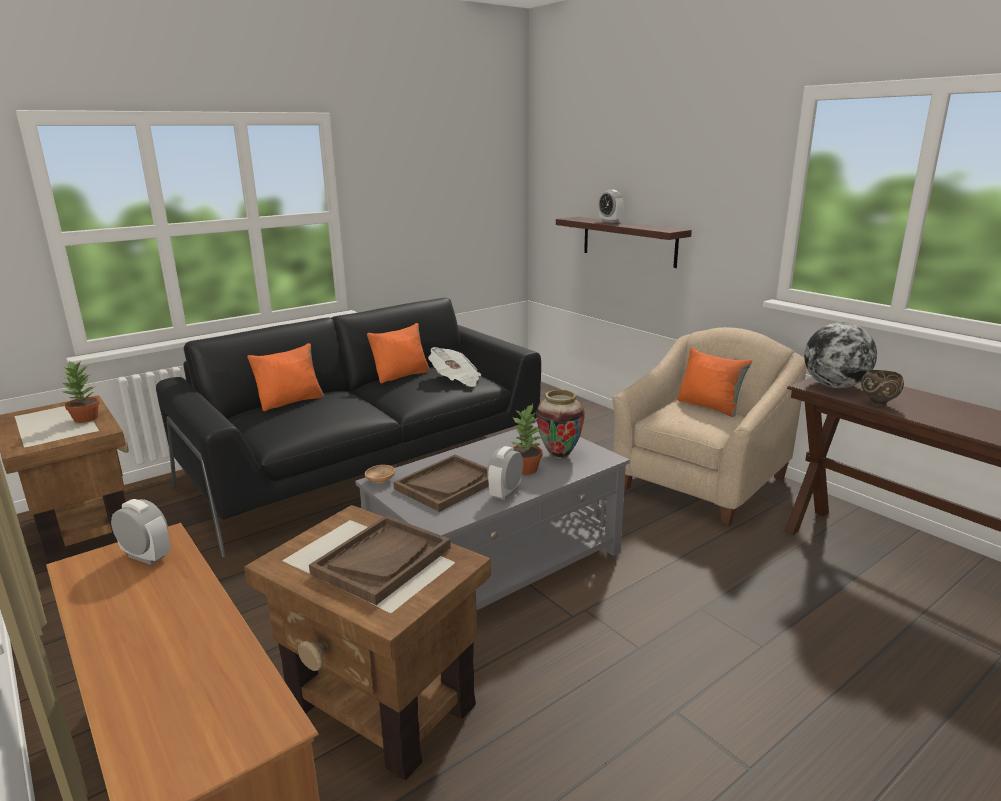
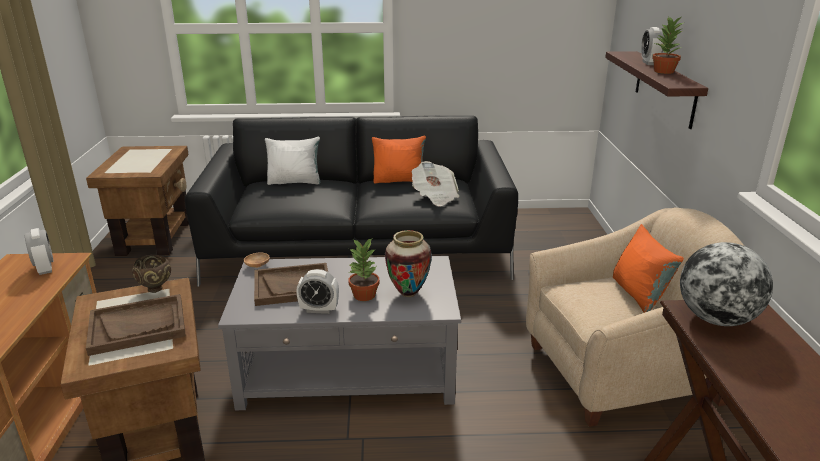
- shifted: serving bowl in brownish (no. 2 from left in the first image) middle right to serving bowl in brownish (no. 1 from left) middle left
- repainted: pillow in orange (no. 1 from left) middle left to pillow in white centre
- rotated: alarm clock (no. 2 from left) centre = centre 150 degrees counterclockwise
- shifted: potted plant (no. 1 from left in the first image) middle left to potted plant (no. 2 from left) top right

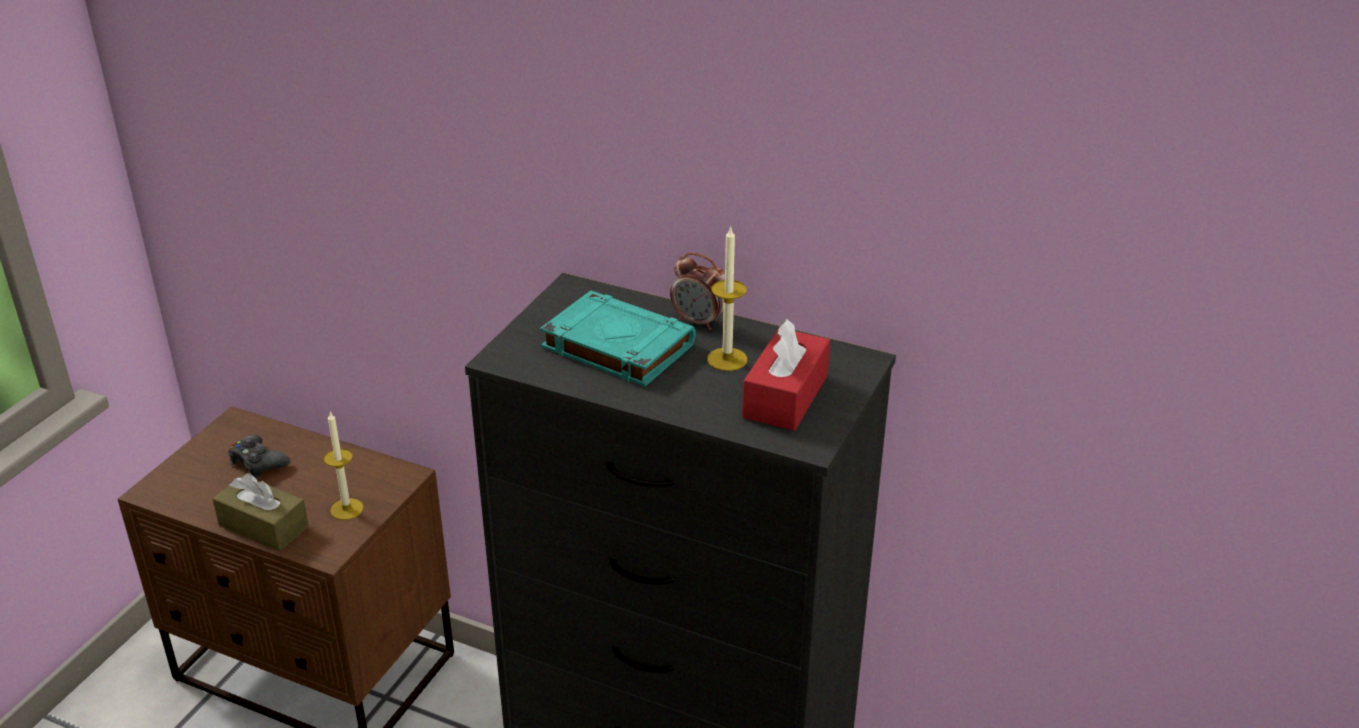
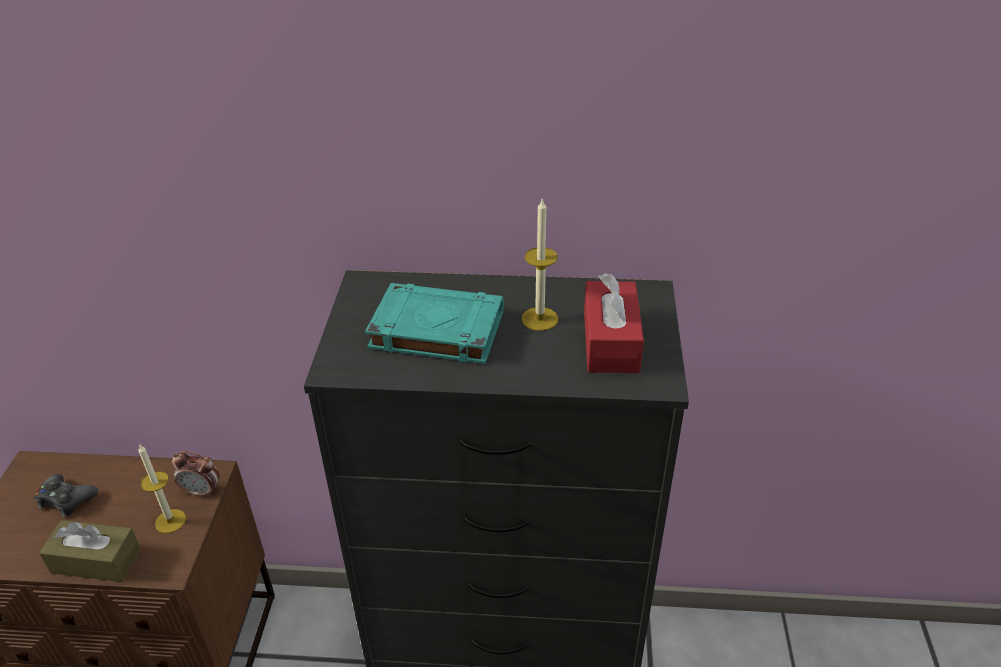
- shifted: alarm clock centre to bottom left

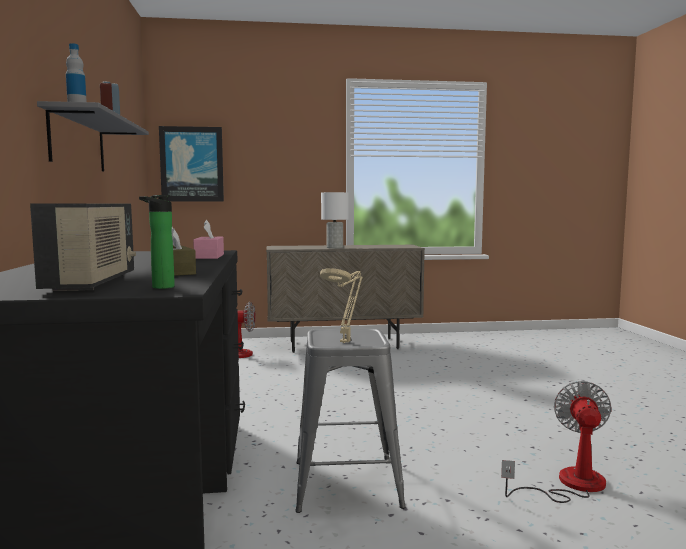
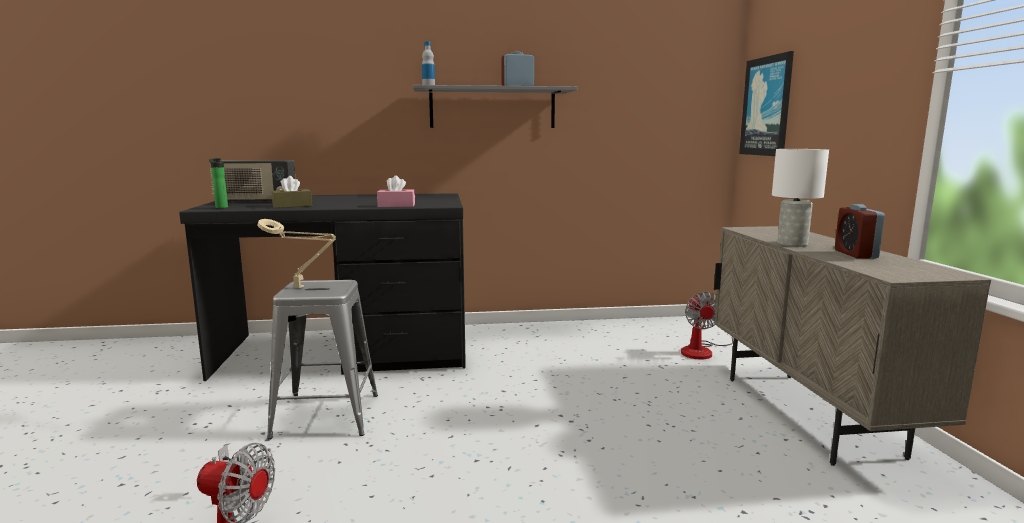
- new: alarm clock (no. 2 from left) middle right

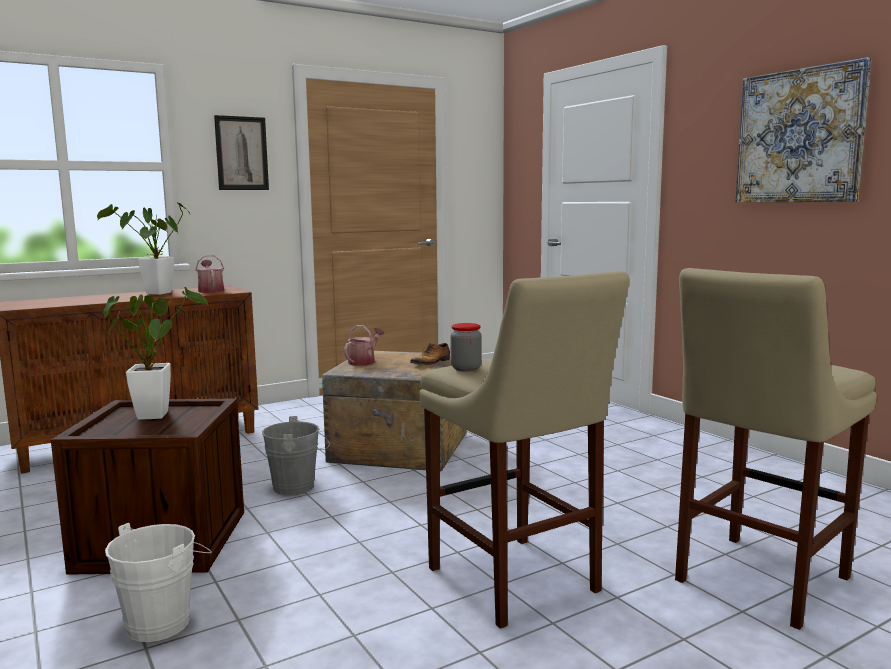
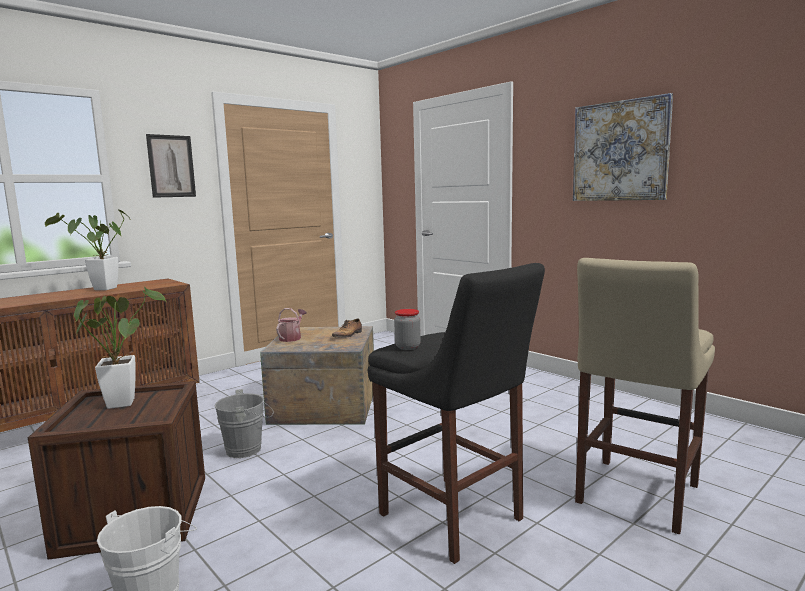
- repainted: stool seat in beige (no. 1 from left) bottom centre to stool seat in black bottom centre
- gone: sprinkling can (no. 1 from left) middle left

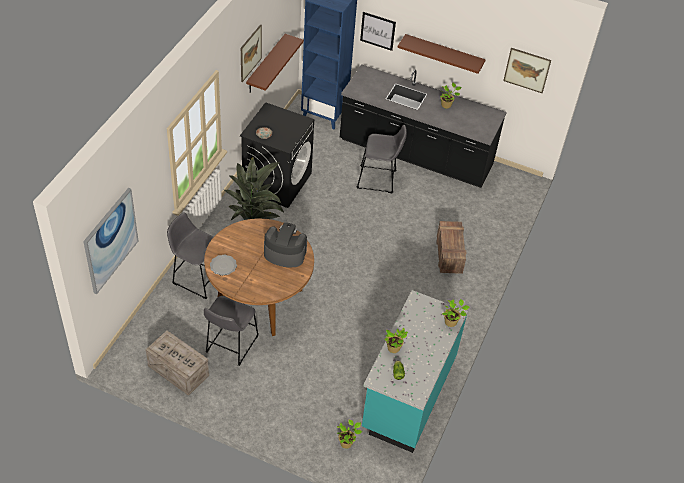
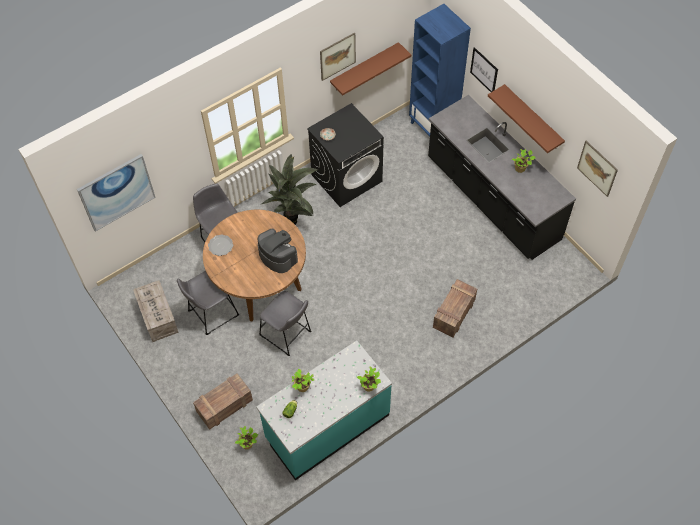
- new: packing crate (no. 2 from left) bottom left
- shifted: stool seat in gray (no. 3 from left) top centre to centre

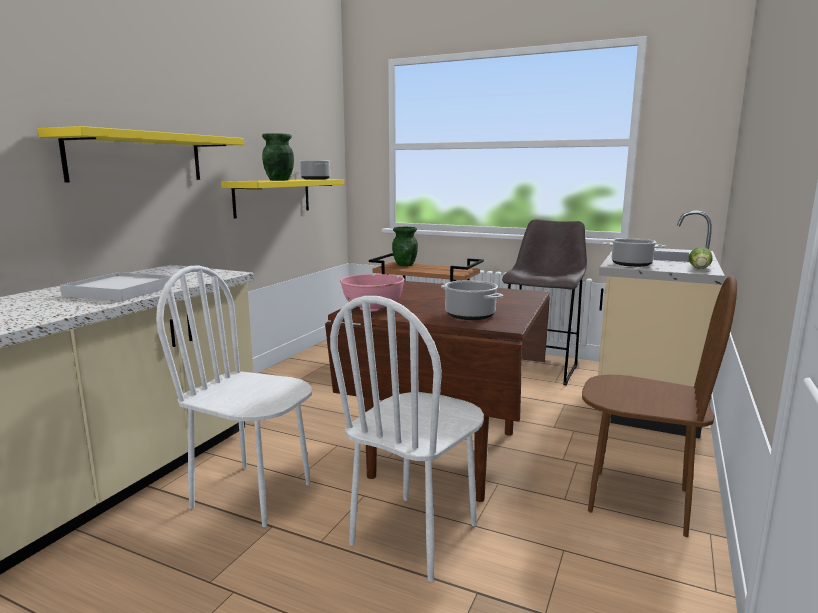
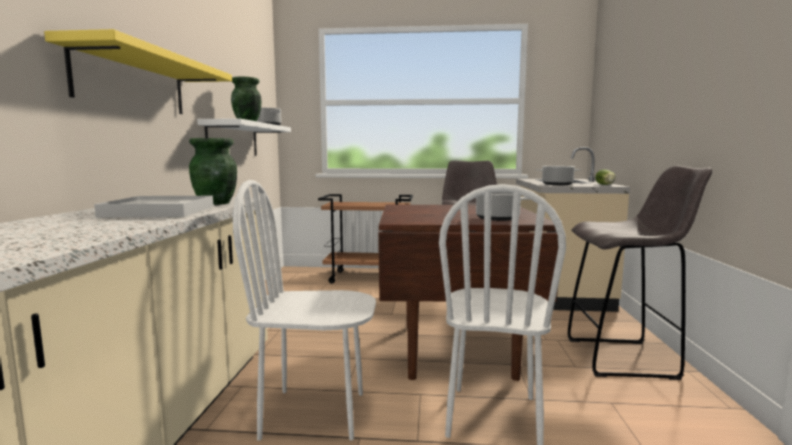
- shifted: flower vase in greenish (no. 2 from left in the first image) centre to flower vase in greenish (no. 1 from left) middle left
- repainted: wall shelf in yellowish (no. 2 from left) top centre to wall shelf in white top left
- swapped: plain chair in brownish middle right to stool seat in gray (no. 2 from left) middle right
- gone: serving bowl in pinkish centre

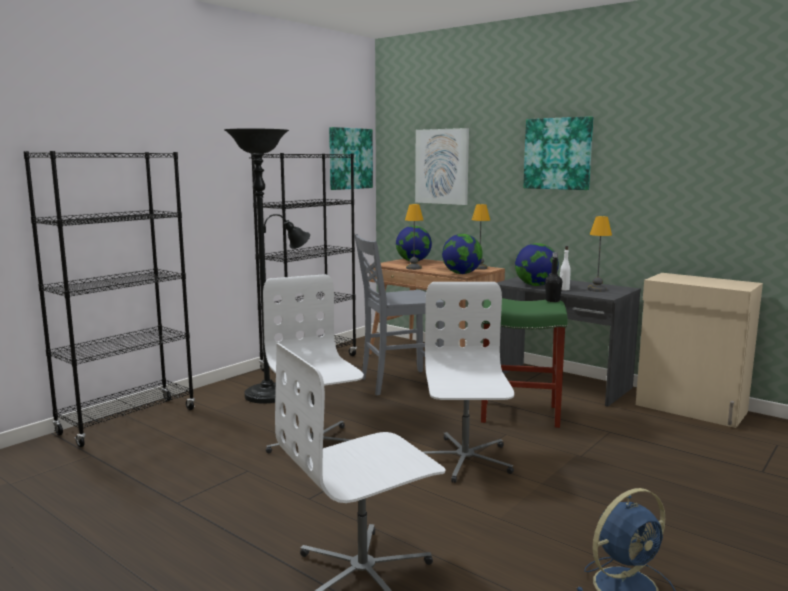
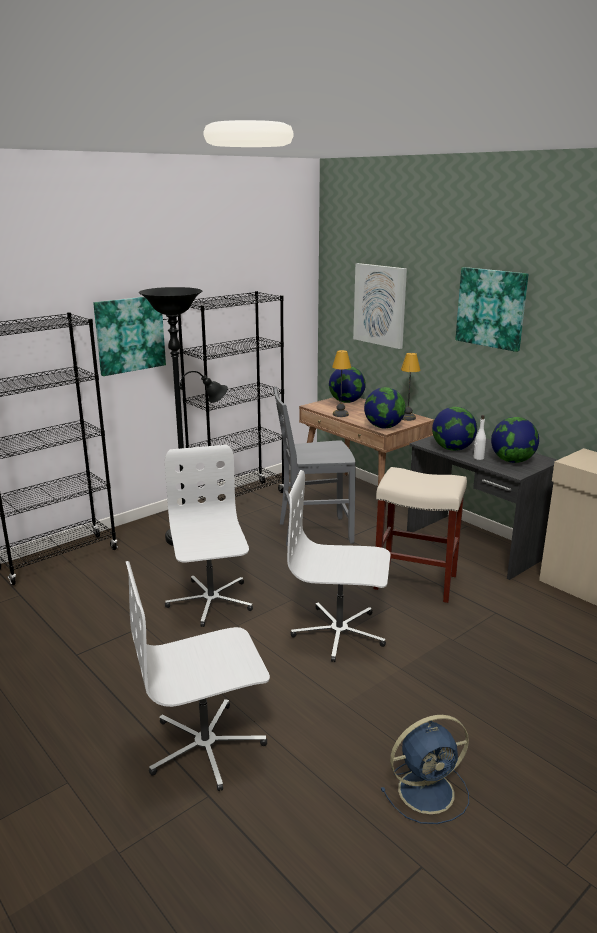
- shifted: wall picture (no. 1 from left) top centre to middle left
- rotated: computer chair in white (no. 3 from left) centre = centre 90 degrees counterclockwise
- repainted: stool seat in greenish centre to stool seat in beige middle right
- swapped: tabletop lamp (no. 3 from left) middle right to globe (no. 4 from left) middle right
- gone: beverage bottle in black middle right

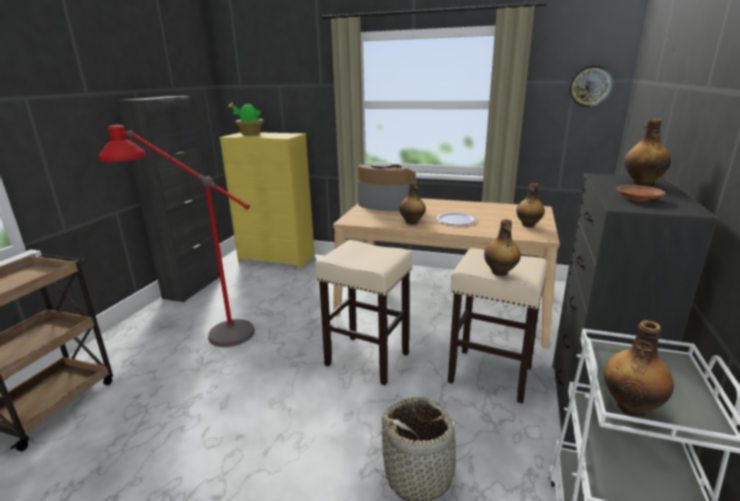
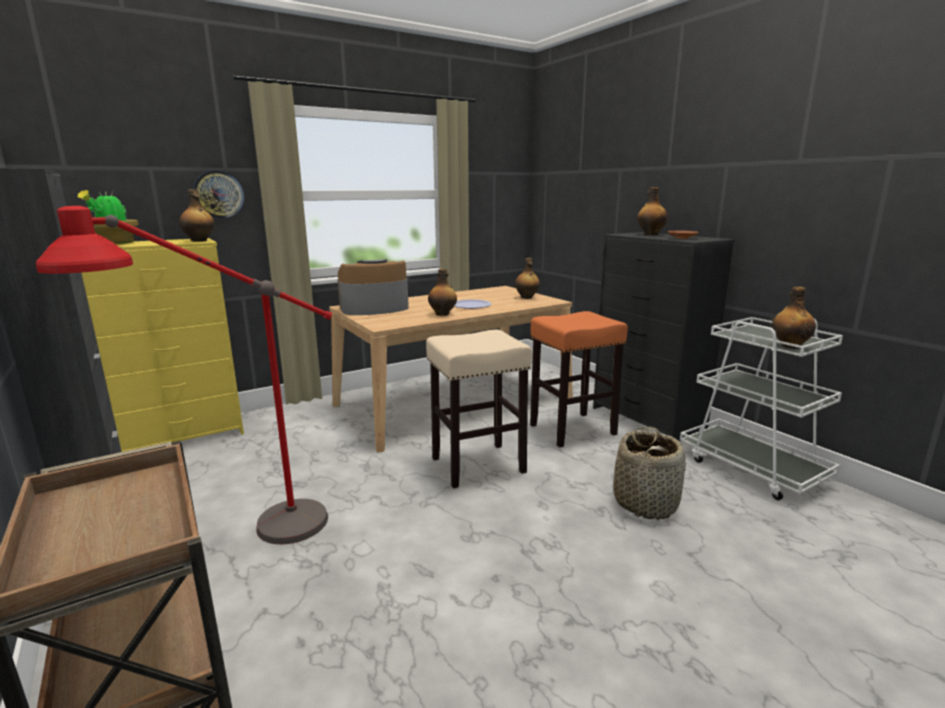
- shifted: beverage bottle (no. 2 from left in the first image) middle right to beverage bottle (no. 1 from left) top left
- shifted: hanging clock top right to top left
- repainted: stool seat in beige (no. 2 from left) middle right to stool seat in orange centre

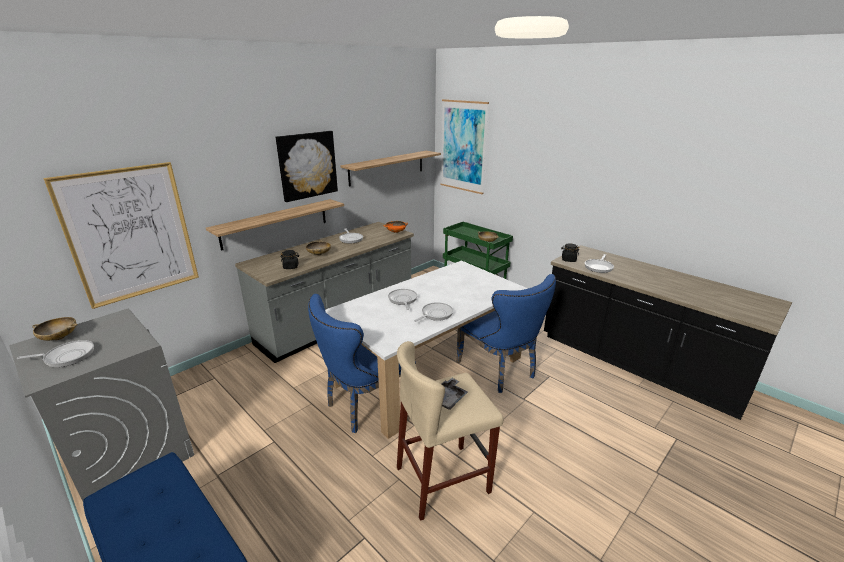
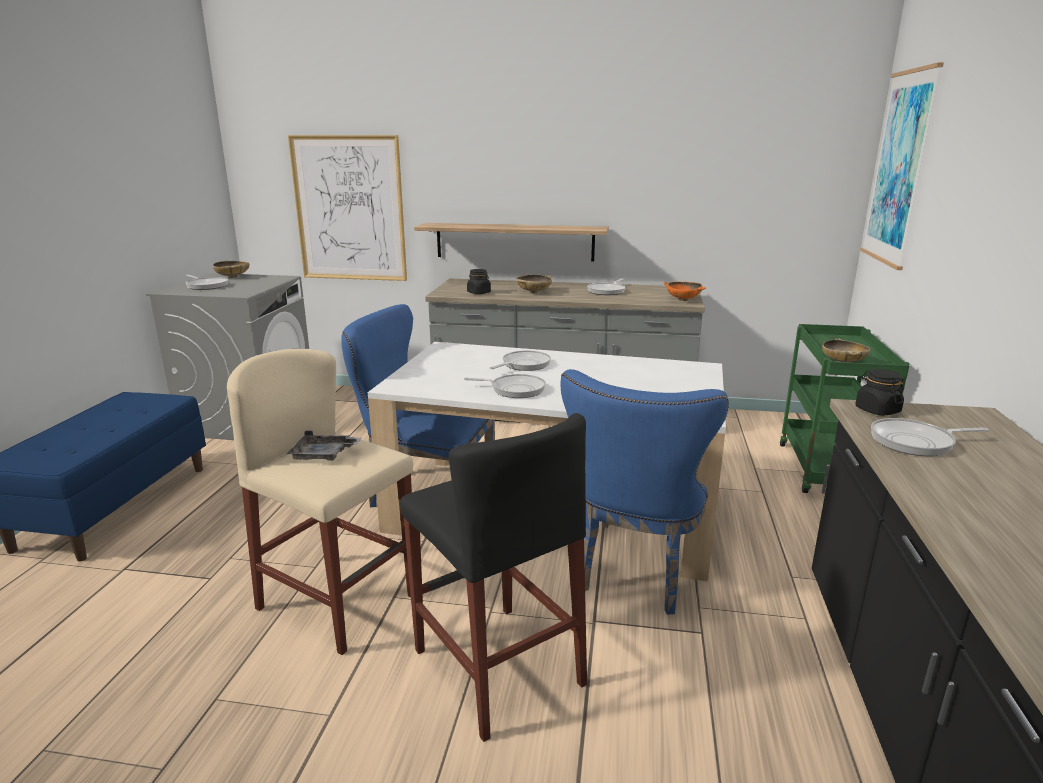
- new: stool seat in black bottom centre
- gone: wall picture (no. 2 from left) top centre
- gone: wall shelf (no. 2 from left) top centre

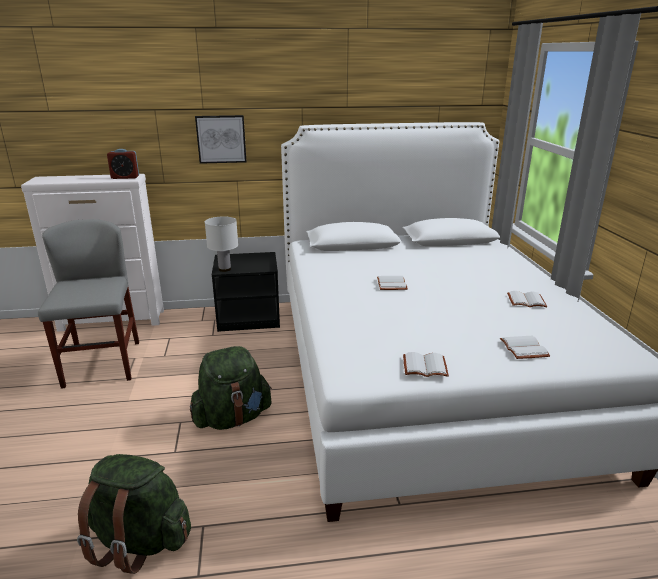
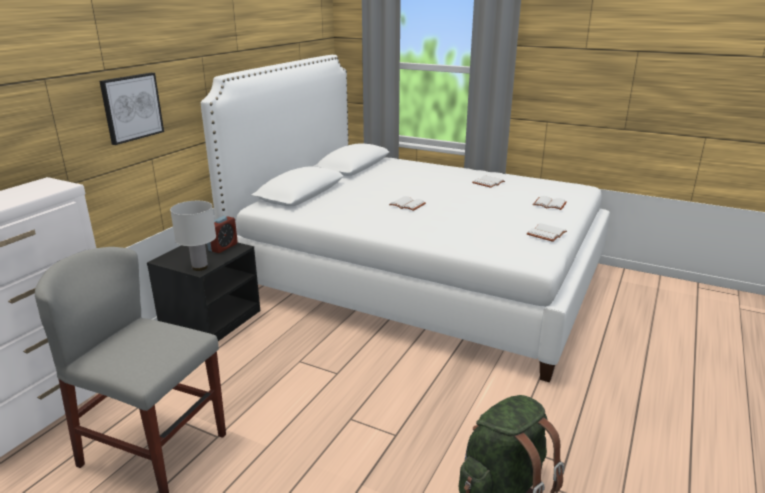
- shifted: alarm clock top left to middle left
- gone: rucksack in greenish (no. 2 from left) bottom centre

